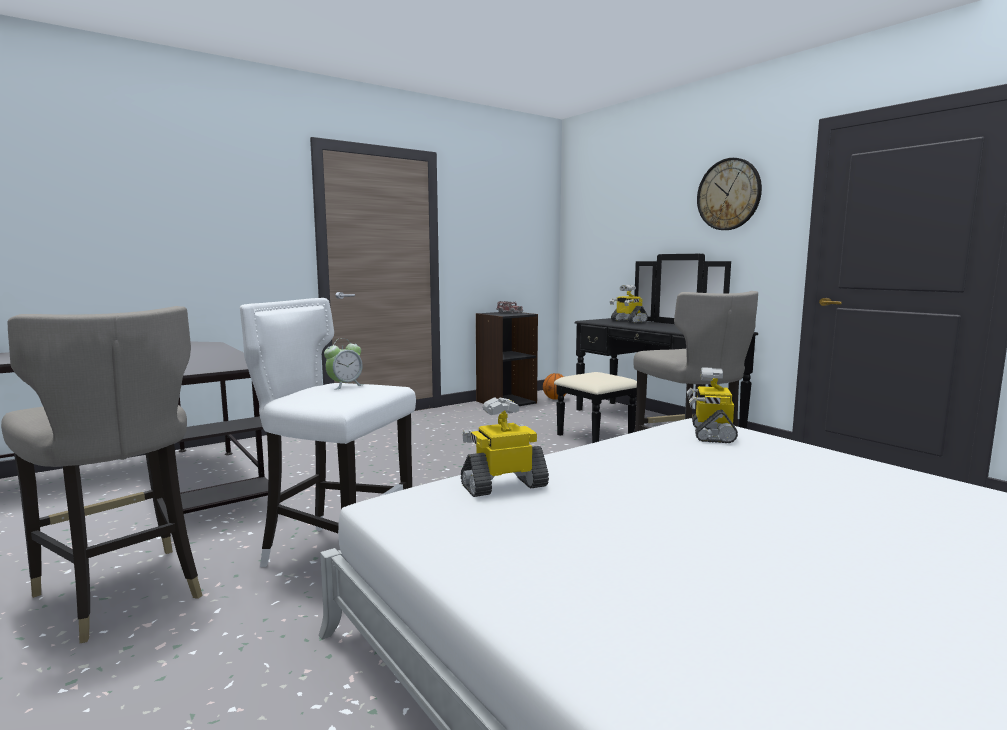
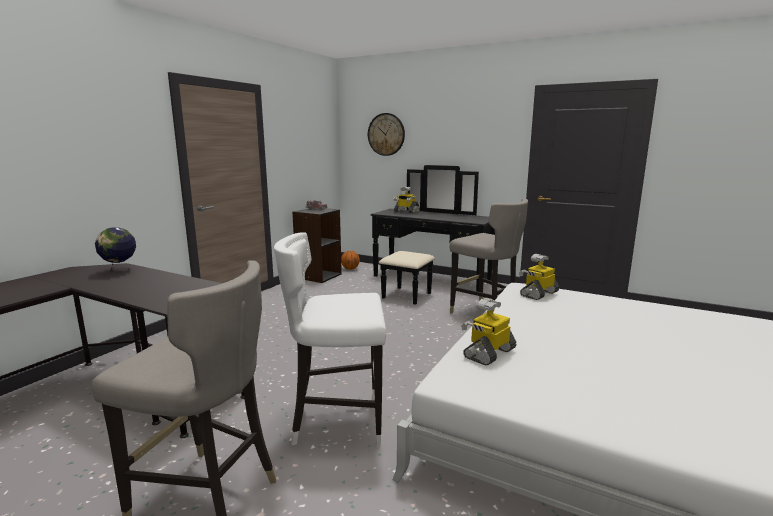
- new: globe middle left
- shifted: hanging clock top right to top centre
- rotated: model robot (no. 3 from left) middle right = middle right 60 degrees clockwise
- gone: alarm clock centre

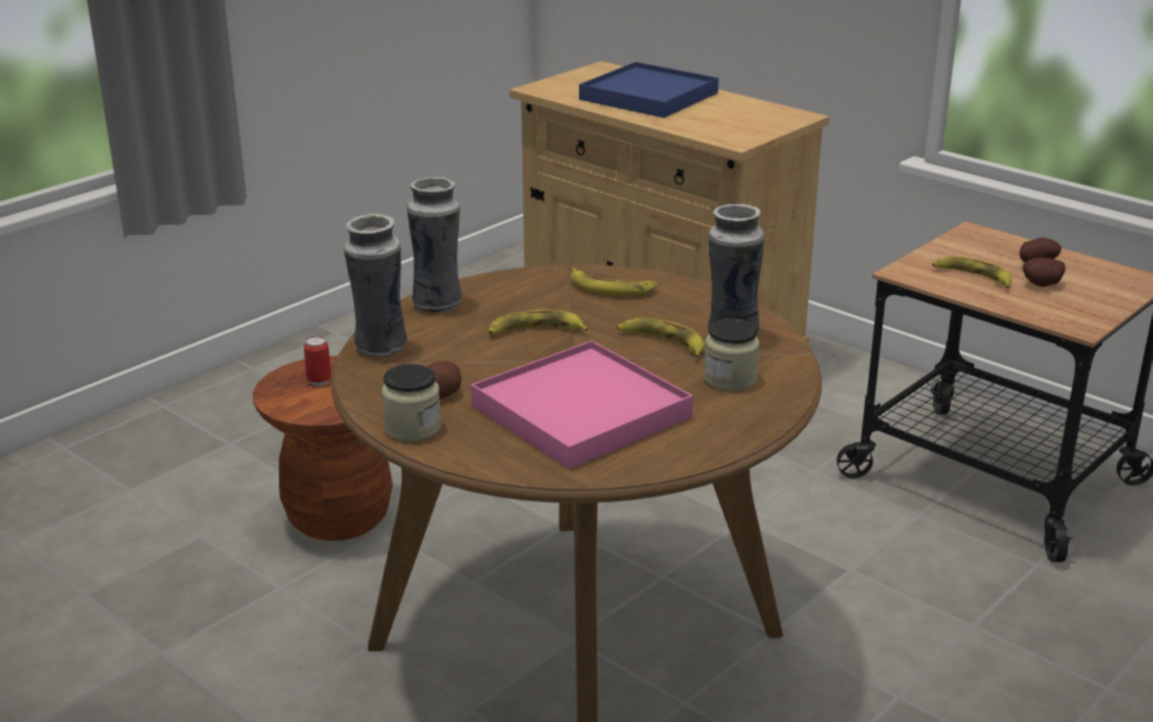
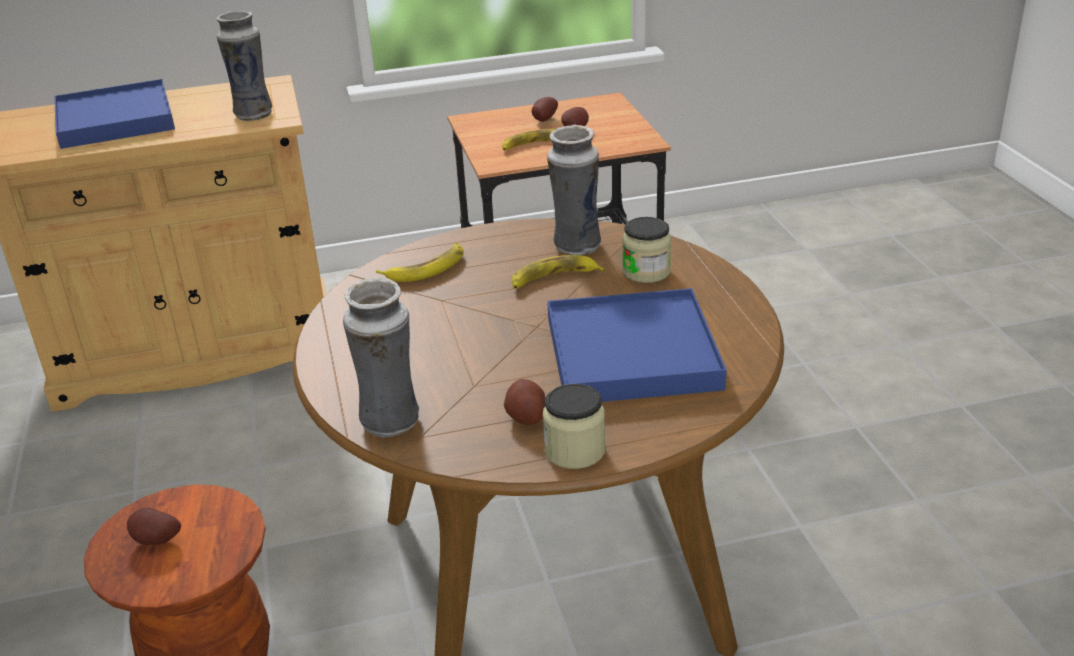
- swapped: can middle left to potato (no. 1 from left) bottom left
- shifted: flower vase (no. 2 from left in the first image) centre to flower vase (no. 1 from left) top left
- repainted: carrying tray in pinkish centre to carrying tray in blue (no. 2 from left) centre
- gone: banana (no. 1 from left) centre

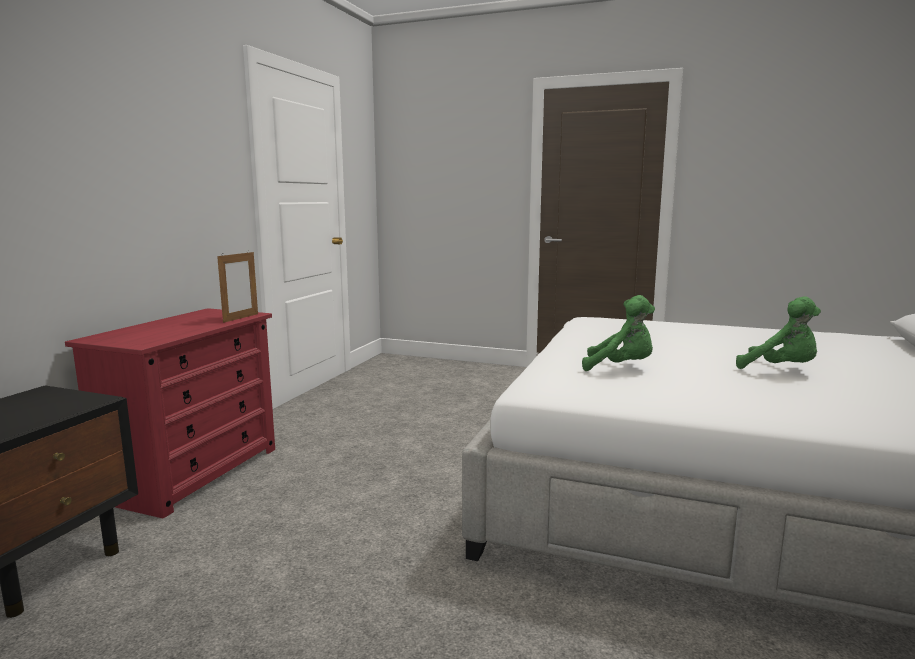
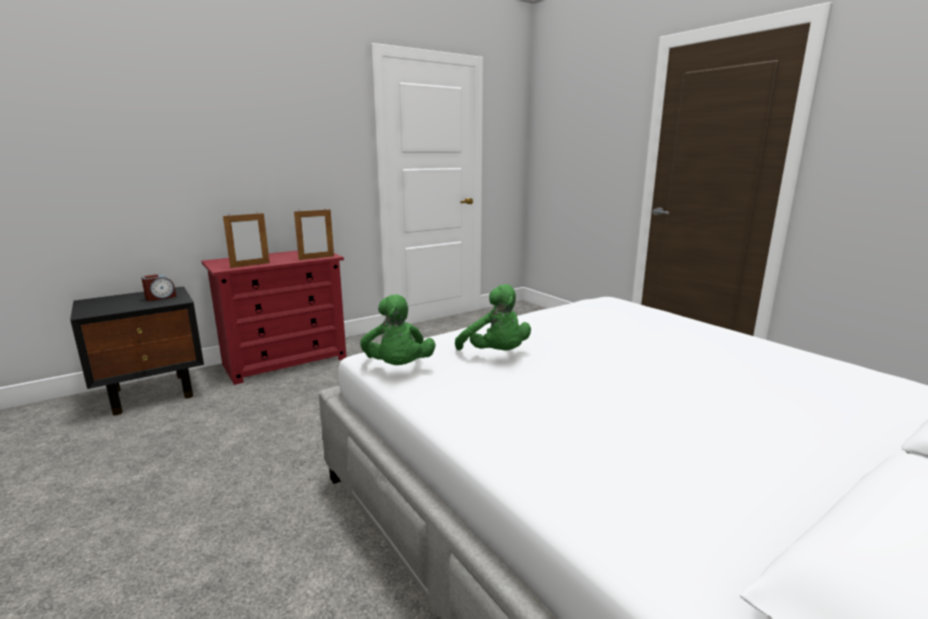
- new: alarm clock middle left
- new: standing frame (no. 1 from left) middle left
- shifted: cuddly toy in greenish (no. 2 from left in the first image) middle right to cuddly toy in greenish (no. 1 from left) centre

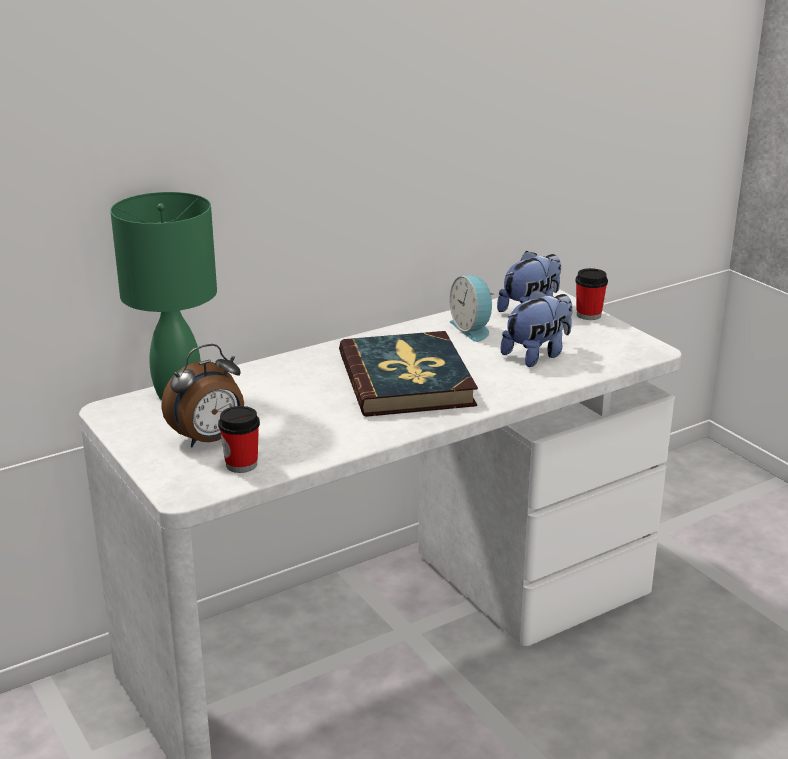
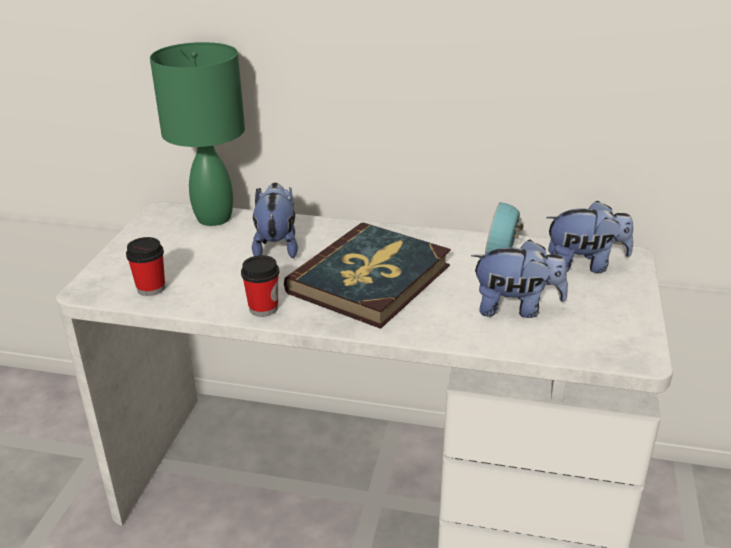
- shifted: cup (no. 2 from left) middle right to centre
- new: cuddly toy (no. 1 from left) centre
- gone: alarm clock (no. 1 from left) middle left

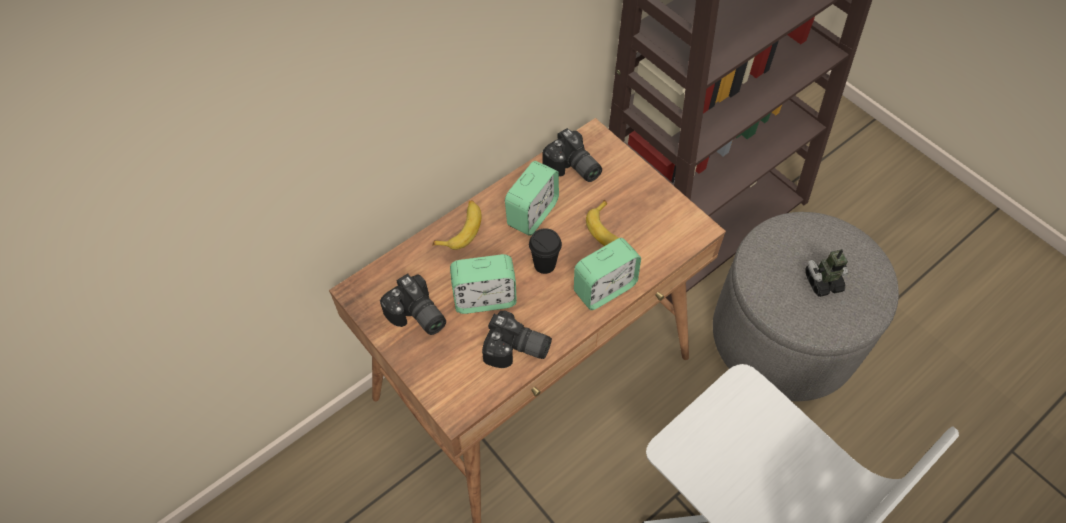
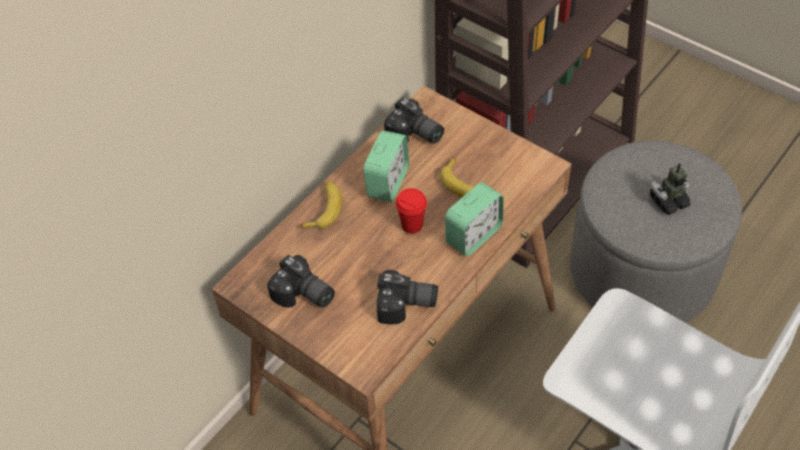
- repainted: cup in black centre to cup in reddish centre
- gone: alarm clock (no. 1 from left) centre

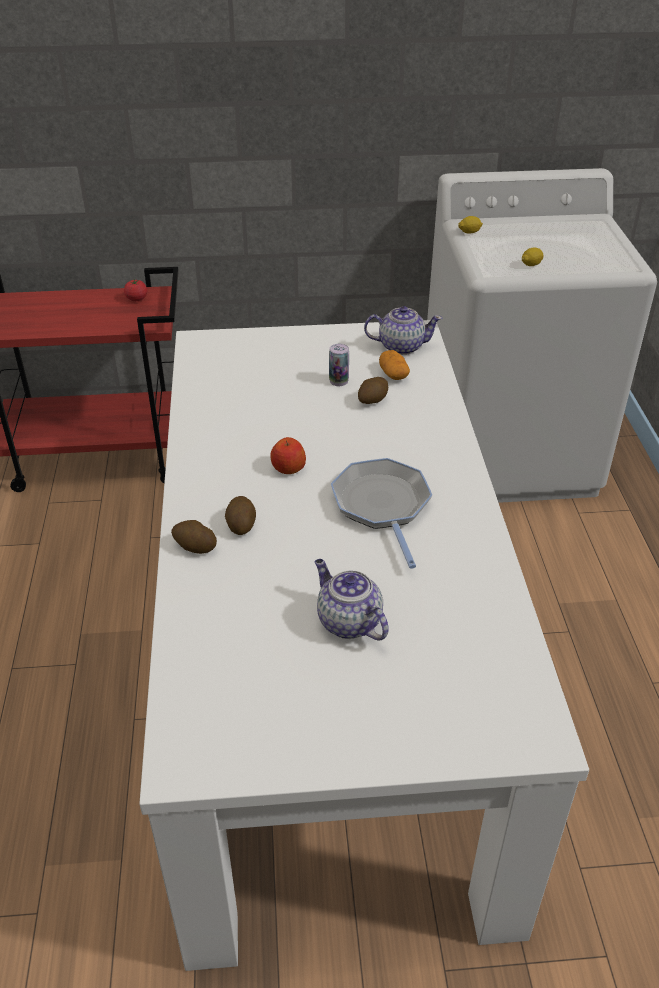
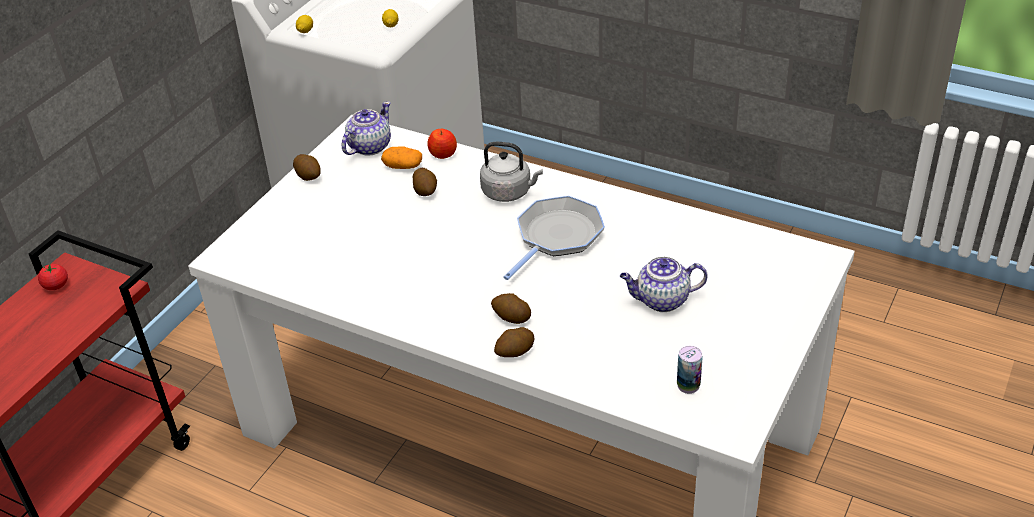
- new: potato (no. 1 from left) top left
- shifted: apple fruit centre to top centre
- new: water kettle in gray top centre
- rotated: frying pan centre = centre 105 degrees clockwise
- shifted: can centre to bottom right

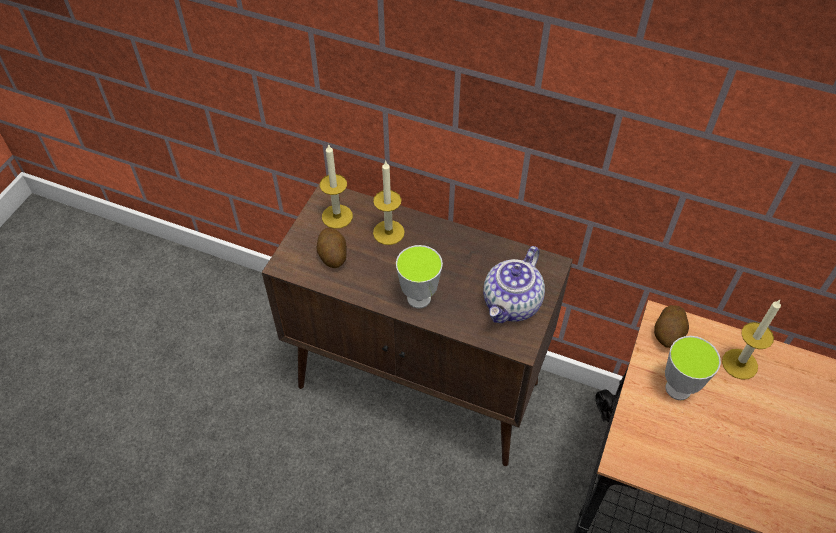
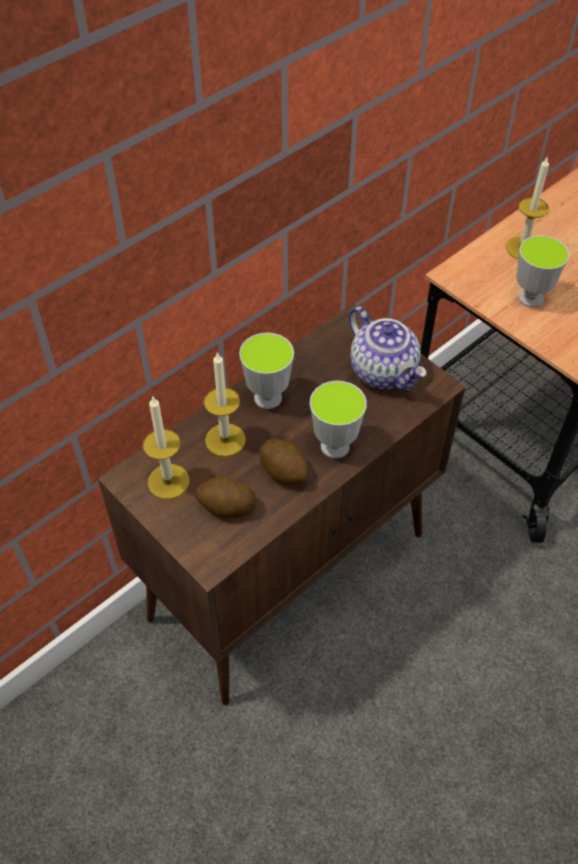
- new: cup (no. 1 from left) centre
- shifted: potato (no. 2 from left) middle right to centre

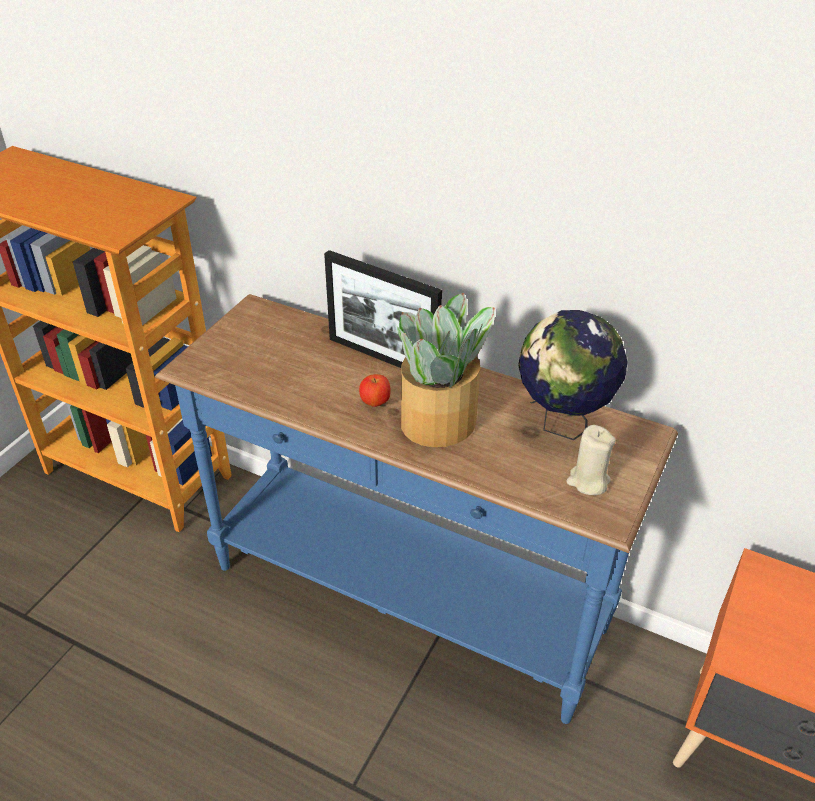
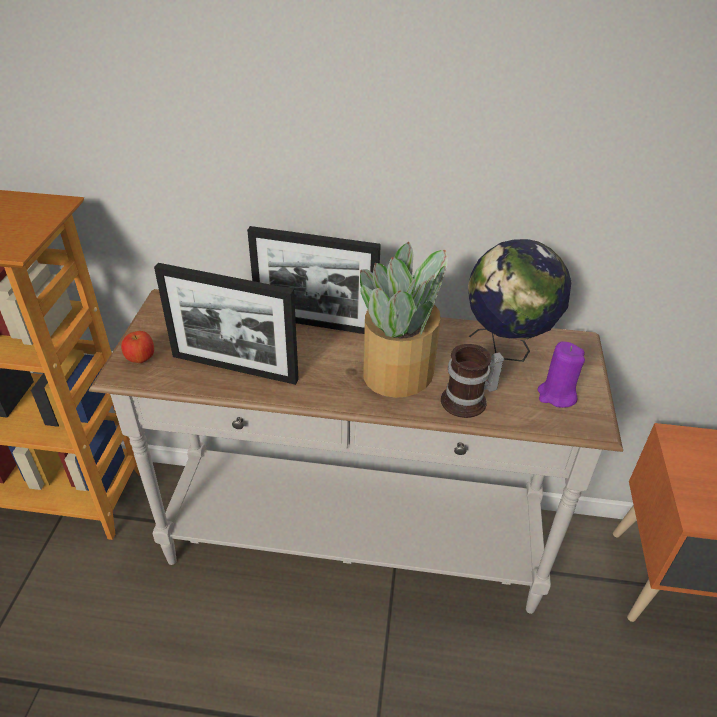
- repainted: console table in blue centre to console table in white centre
- shifted: apple fruit centre to middle left
- new: standing frame (no. 1 from left) middle left
- new: tea mug centre
- repainted: wax light in beige middle right to wax light in purplish middle right

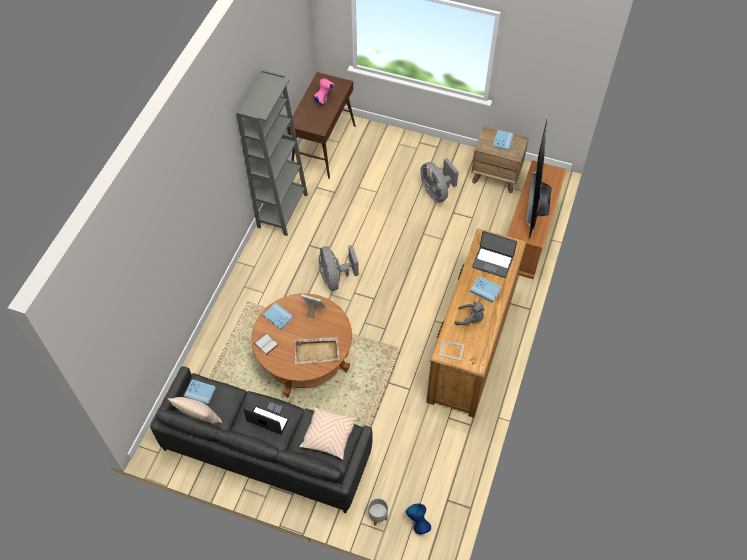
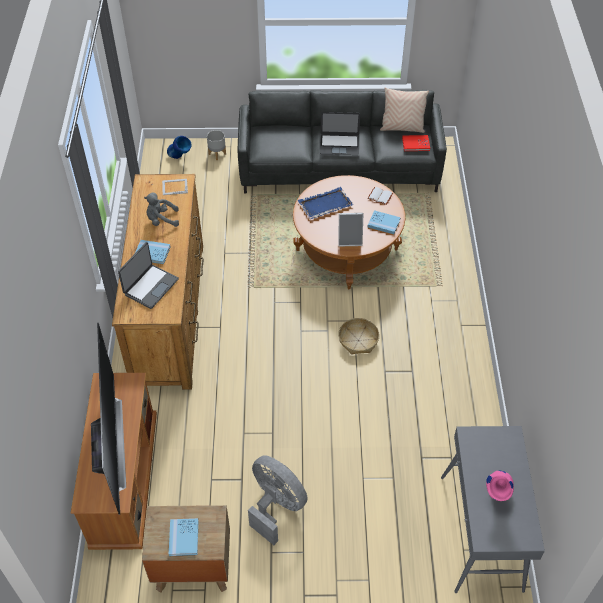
- rotated: portable computer (no. 2 from left in the first image) centre = middle left 120 degrees clockwise
- repainted: carrying tray in beige centre to carrying tray in blue centre
- swapped: cooling fan in gray (no. 1 from left) centre to household basket centre
- repainted: bound book in blue (no. 1 from left) bottom left to bound book in reddish top right
- repainted: console table in brownish top centre to console table in gray bottom right
- gone: bookshelf in gray top centre
- gone: pillow in beige (no. 2 from left) bottom centre

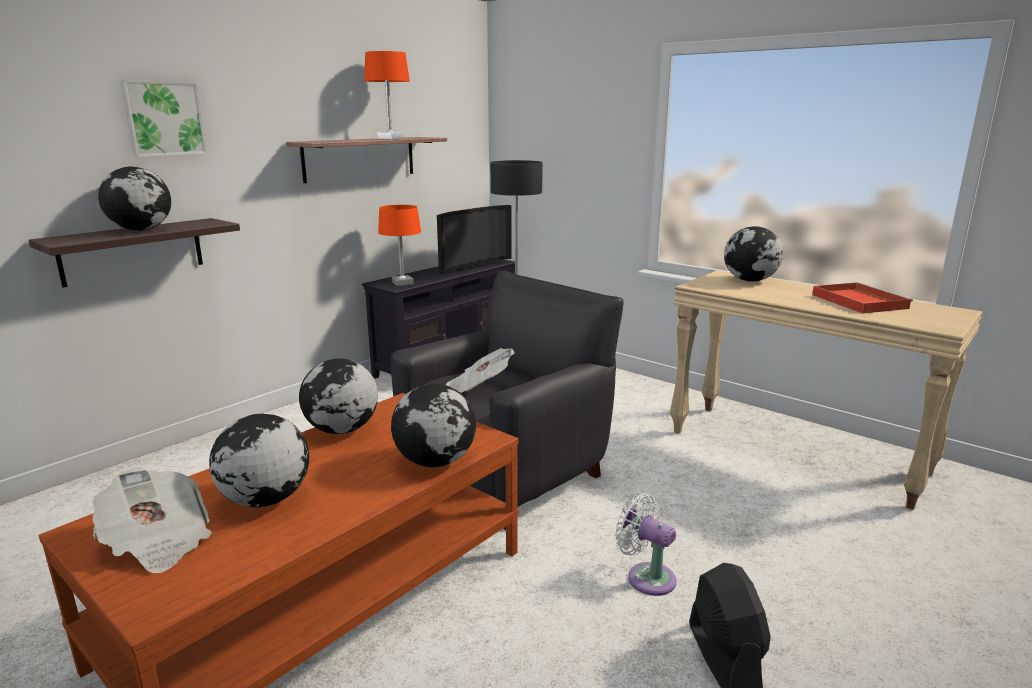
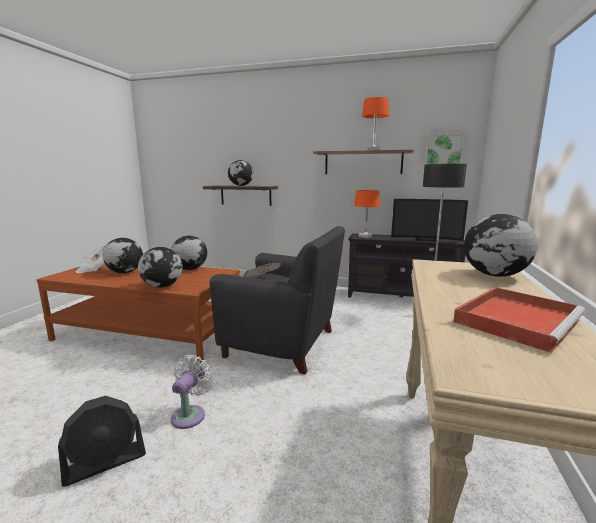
- shifted: wall picture top left to top right

